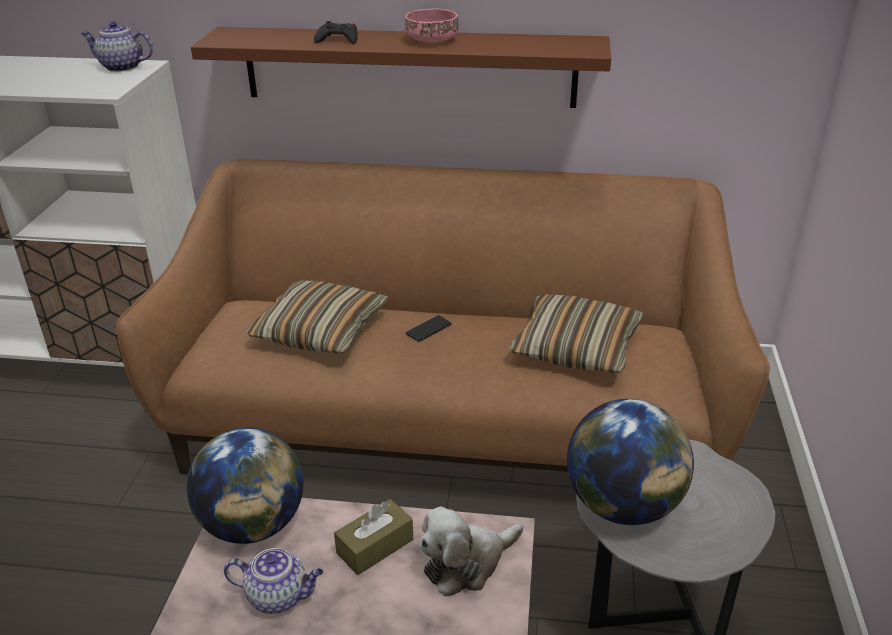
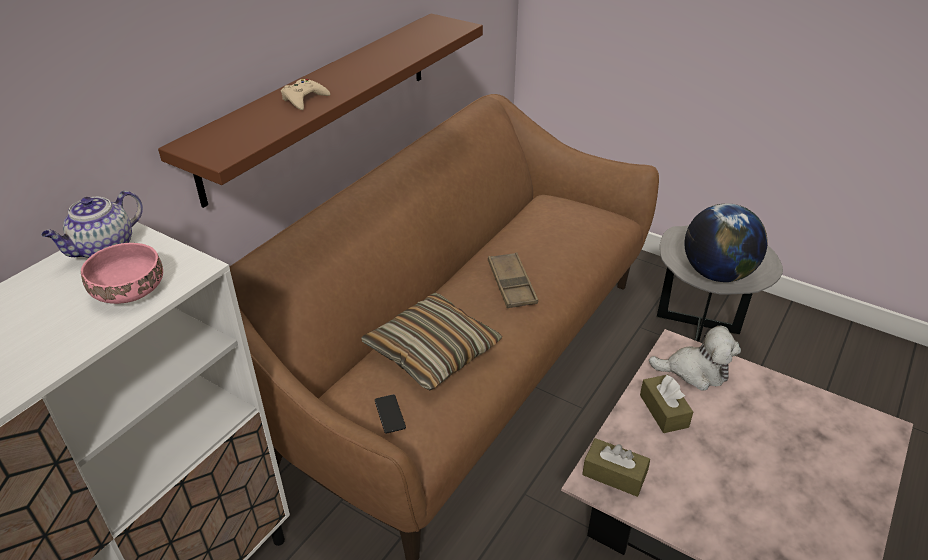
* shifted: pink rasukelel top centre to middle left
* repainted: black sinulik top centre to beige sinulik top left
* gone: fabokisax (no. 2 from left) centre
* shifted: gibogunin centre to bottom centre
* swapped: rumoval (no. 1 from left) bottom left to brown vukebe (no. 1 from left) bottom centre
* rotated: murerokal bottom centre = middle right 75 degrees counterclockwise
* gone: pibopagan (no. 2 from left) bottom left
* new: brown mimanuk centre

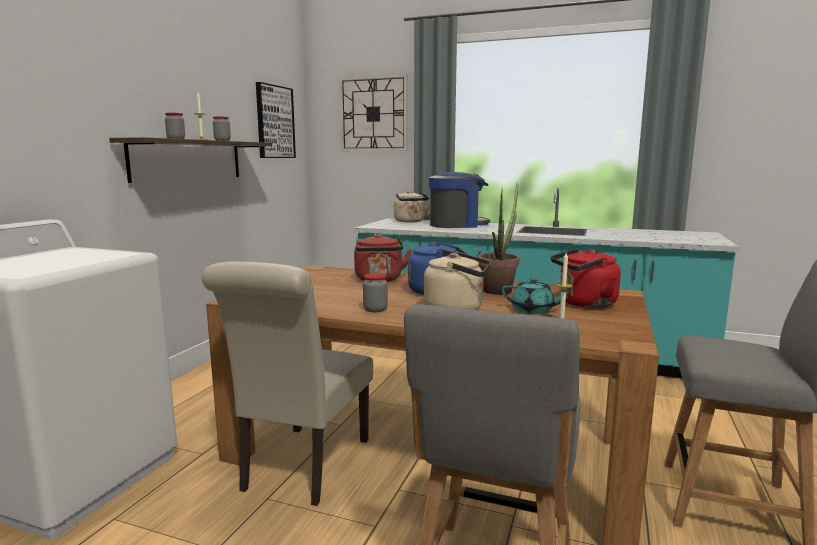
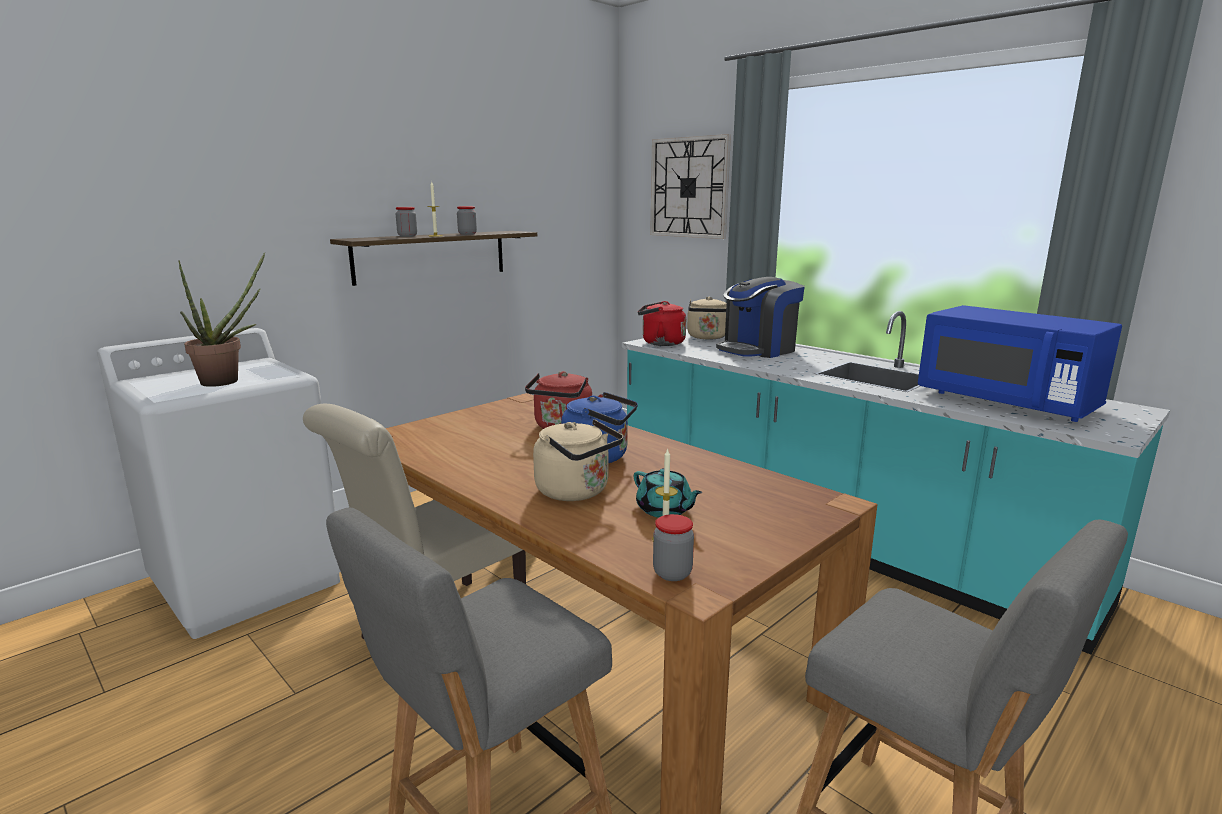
* gone: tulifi top centre
* rotated: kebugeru centre = centre 135 degrees clockwise
* shifted: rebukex centre to middle left
* shifted: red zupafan (no. 2 from left) middle right to centre
* shifted: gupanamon (no. 3 from left) centre to bottom centre
* new: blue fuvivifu middle right

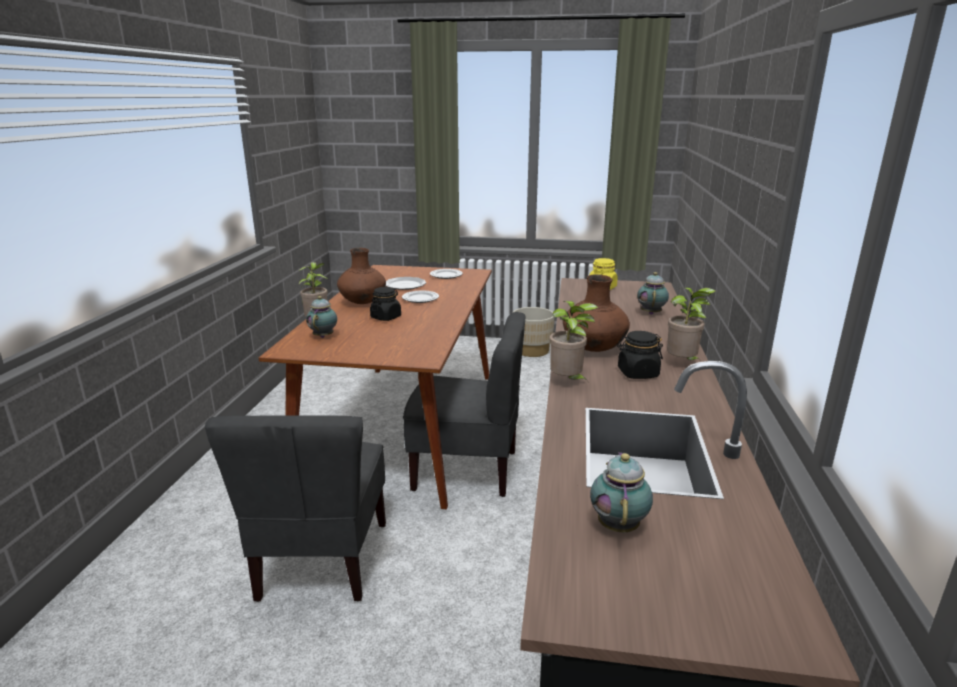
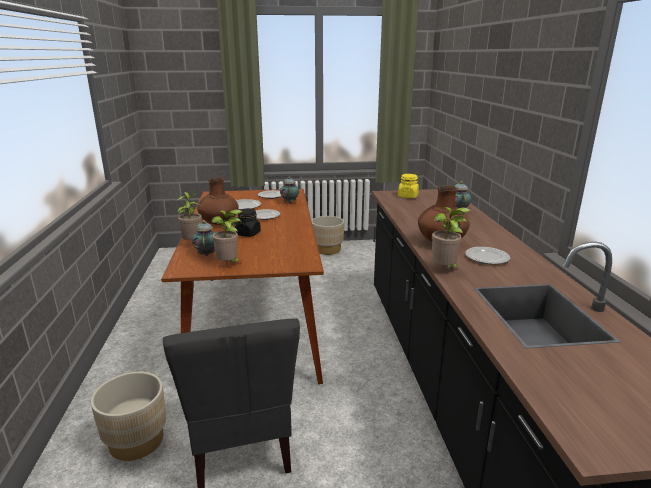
* shifted: rebukex (no. 3 from left in the first image) middle right to rebukex (no. 2 from left) centre
* gone: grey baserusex (no. 2 from left) centre
* swapped: black gupanamon (no. 2 from left) middle right to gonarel (no. 4 from left) middle right
* shifted: pibopagan (no. 2 from left) bottom centre to centre
* new: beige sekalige (no. 1 from left) bottom left

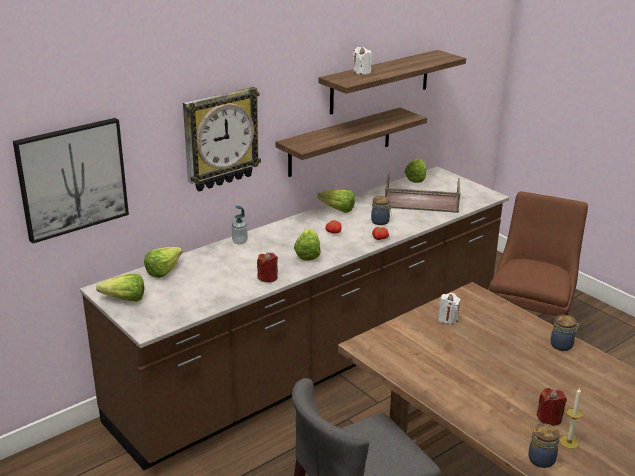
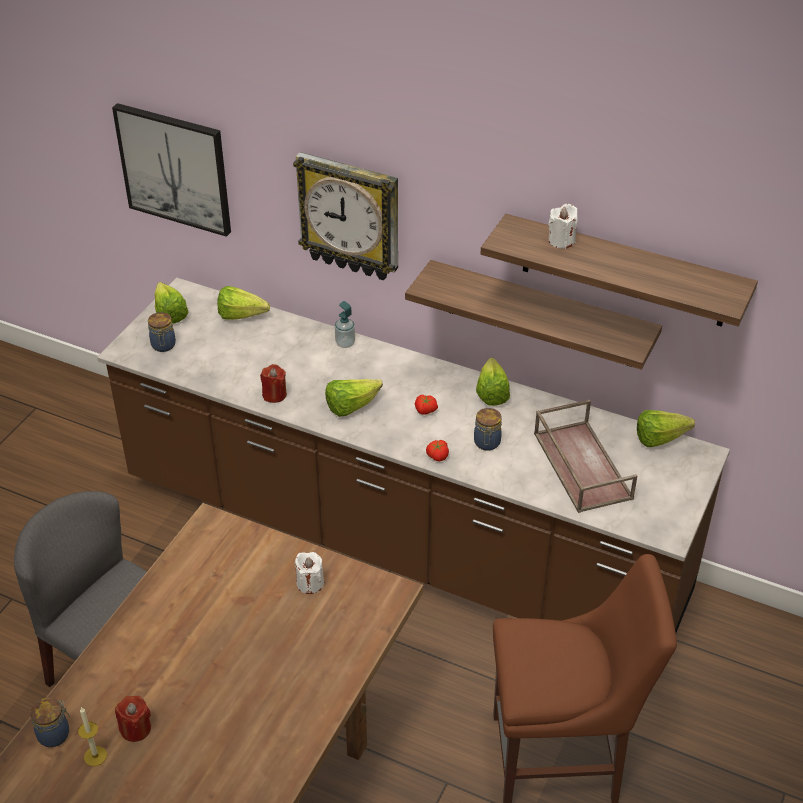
* shifted: gupanamon (no. 3 from left in the first image) bottom right to gupanamon (no. 2 from left) middle left

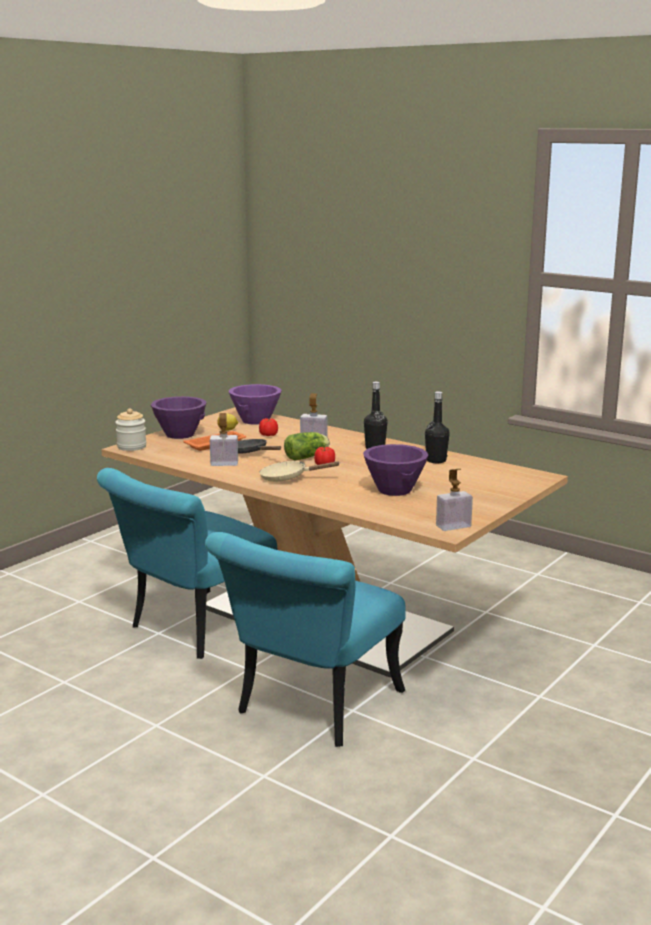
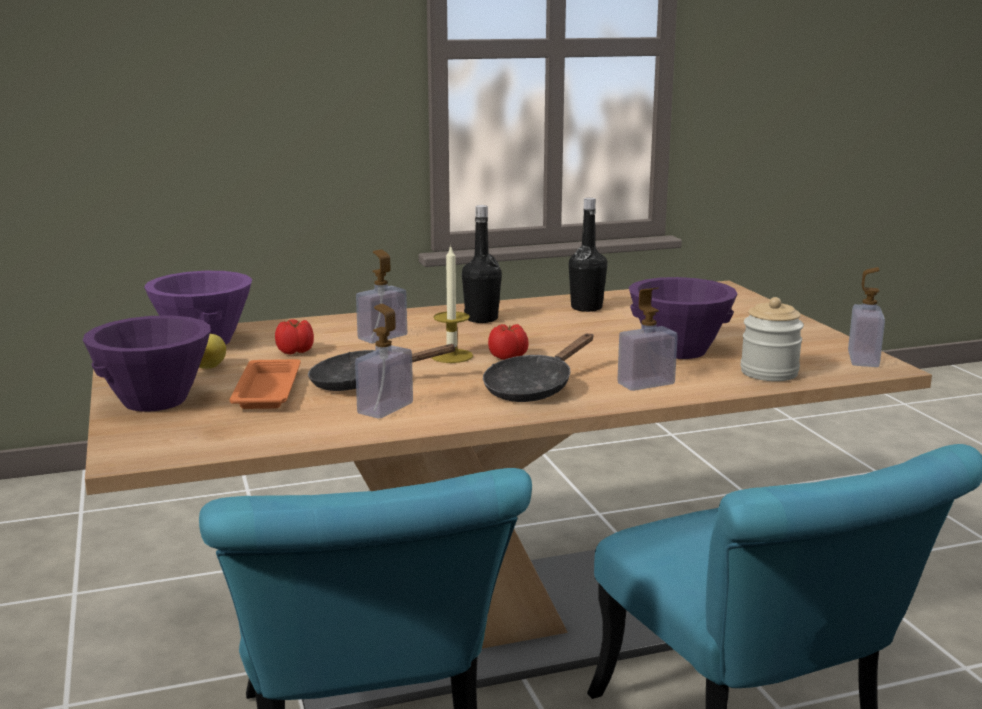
* shifted: gupanamon middle left to middle right
* swapped: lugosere centre to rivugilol centre
* repainted: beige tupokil centre to black tupokil (no. 2 from left) centre
* new: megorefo (no. 3 from left) centre

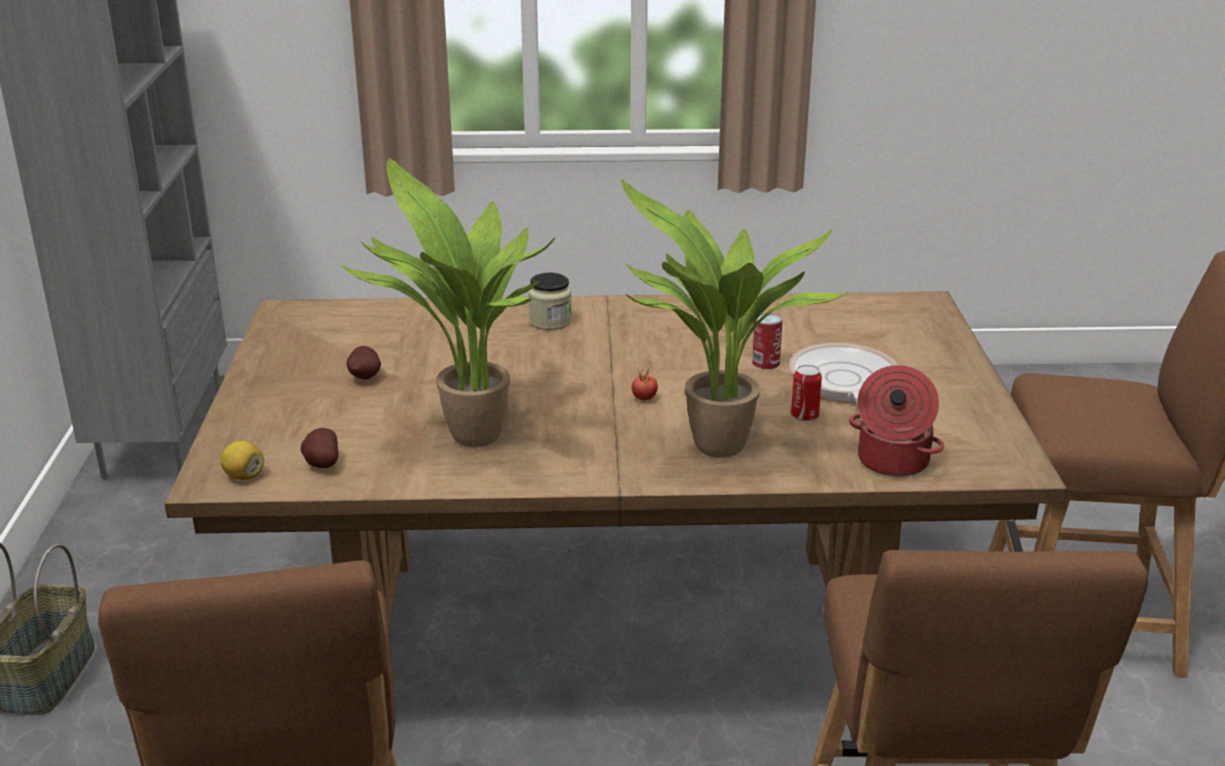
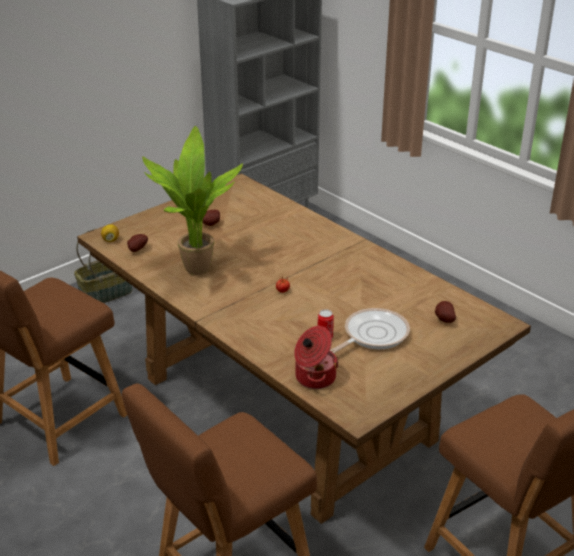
* gone: rebukex (no. 2 from left) centre
* gone: gupanamon centre
* gone: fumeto (no. 1 from left) centre
* new: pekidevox (no. 3 from left) middle right

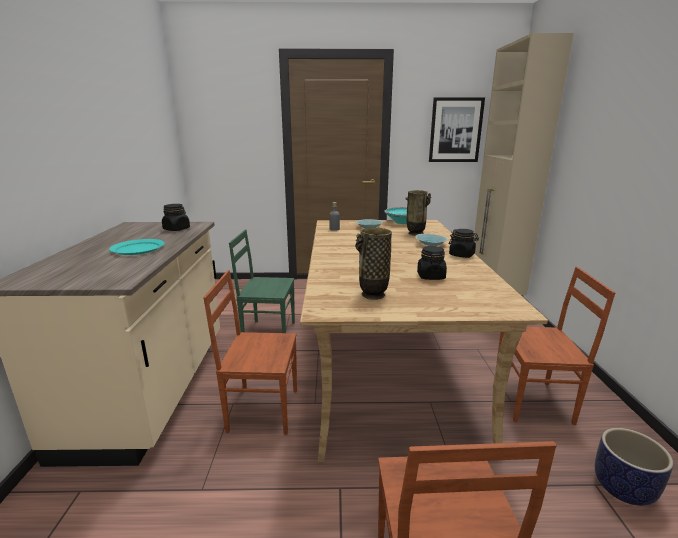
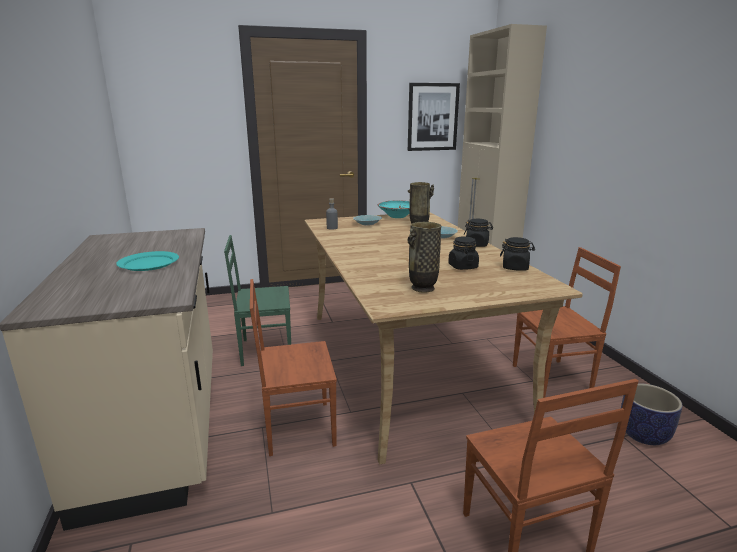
* shifted: black gupanamon (no. 1 from left in the first image) middle left to black gupanamon (no. 3 from left) middle right

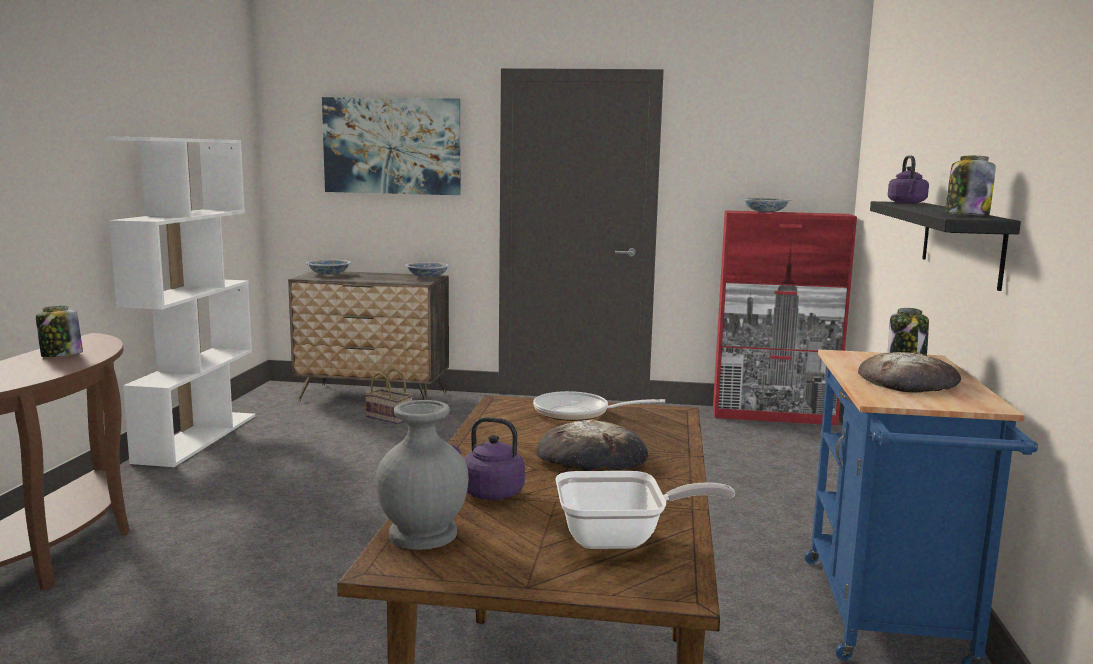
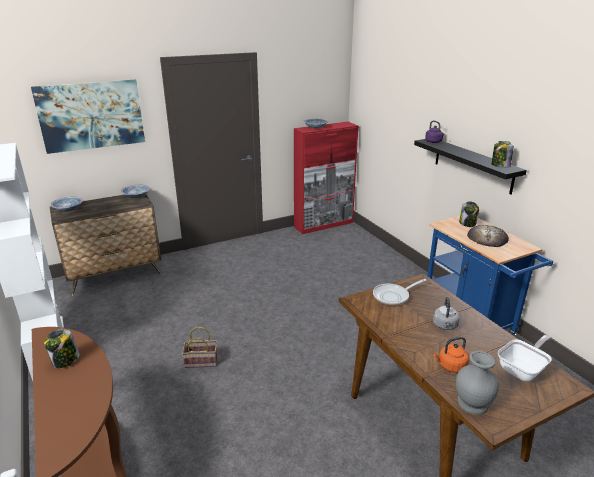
* shifted: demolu centre to bottom centre
* repainted: purple zupafan (no. 1 from left) bottom centre to orange zupafan bottom right
* swapped: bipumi (no. 1 from left) bottom centre to grey zupafan middle right

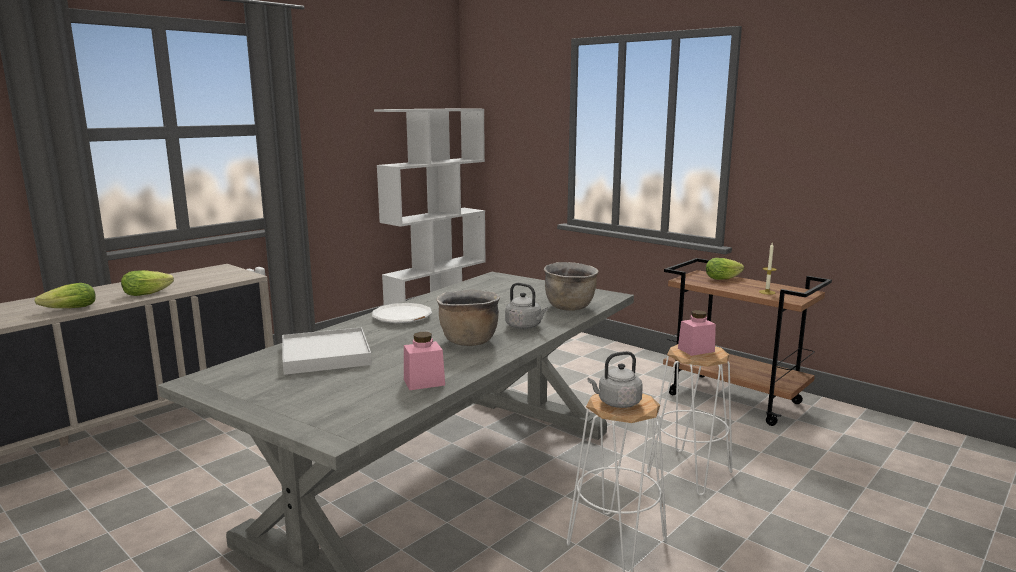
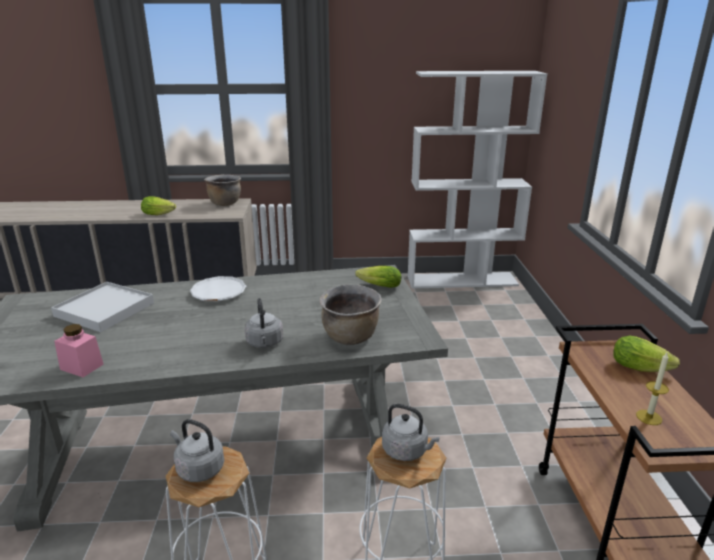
* shifted: lugosere (no. 1 from left in the first image) middle left to lugosere (no. 2 from left) centre
* shifted: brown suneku (no. 1 from left) centre to middle left
* swapped: pink gupanamon (no. 2 from left) middle right to grey zupafan (no. 3 from left) bottom centre

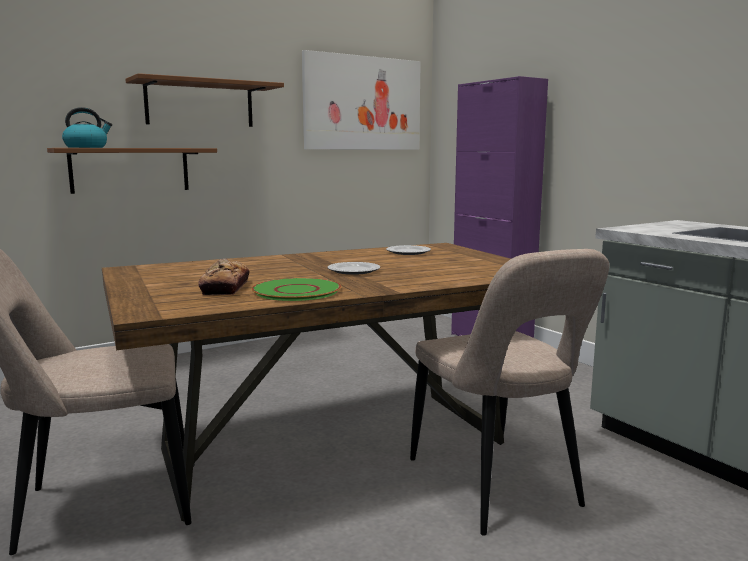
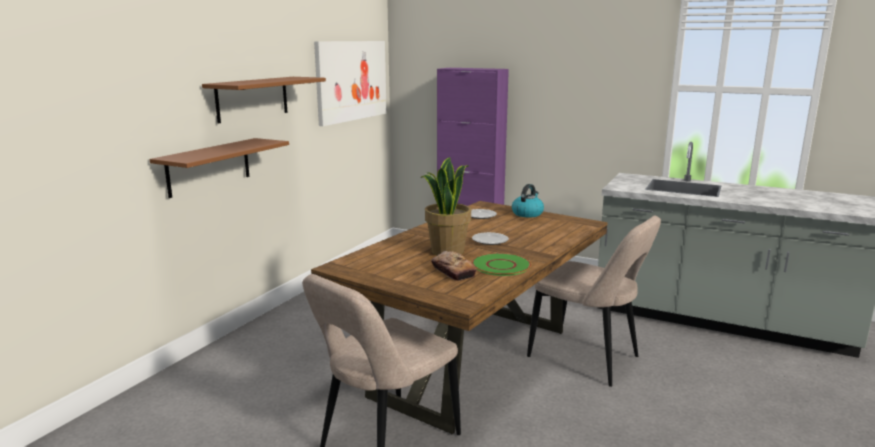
* shifted: zupafan top left to centre
* new: rebukex centre

